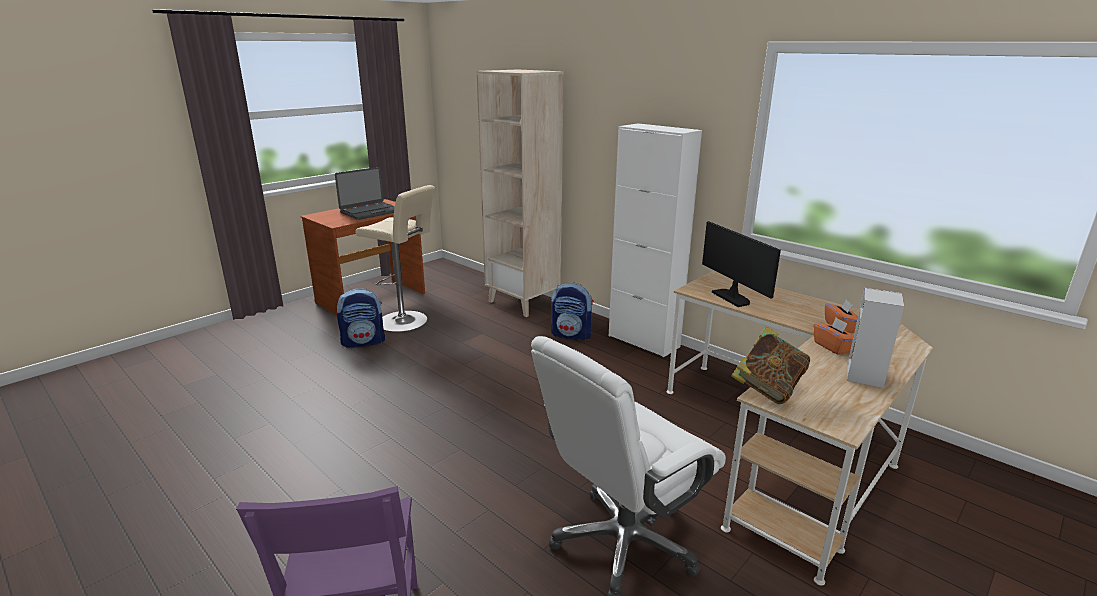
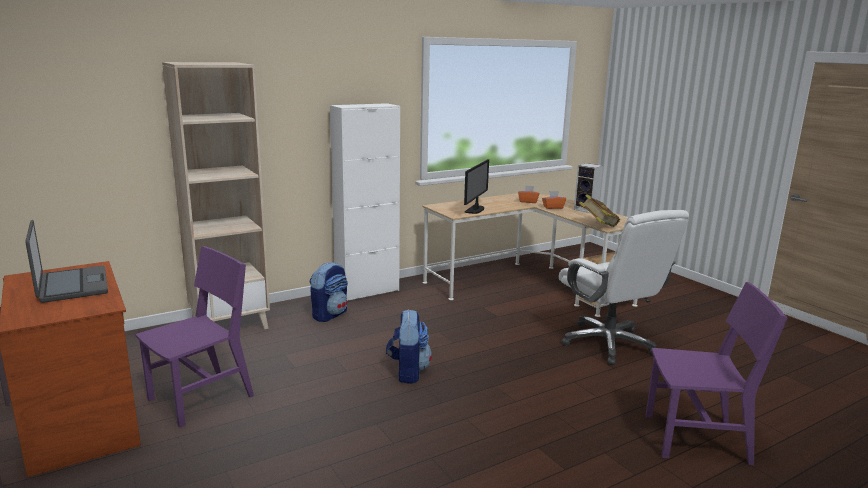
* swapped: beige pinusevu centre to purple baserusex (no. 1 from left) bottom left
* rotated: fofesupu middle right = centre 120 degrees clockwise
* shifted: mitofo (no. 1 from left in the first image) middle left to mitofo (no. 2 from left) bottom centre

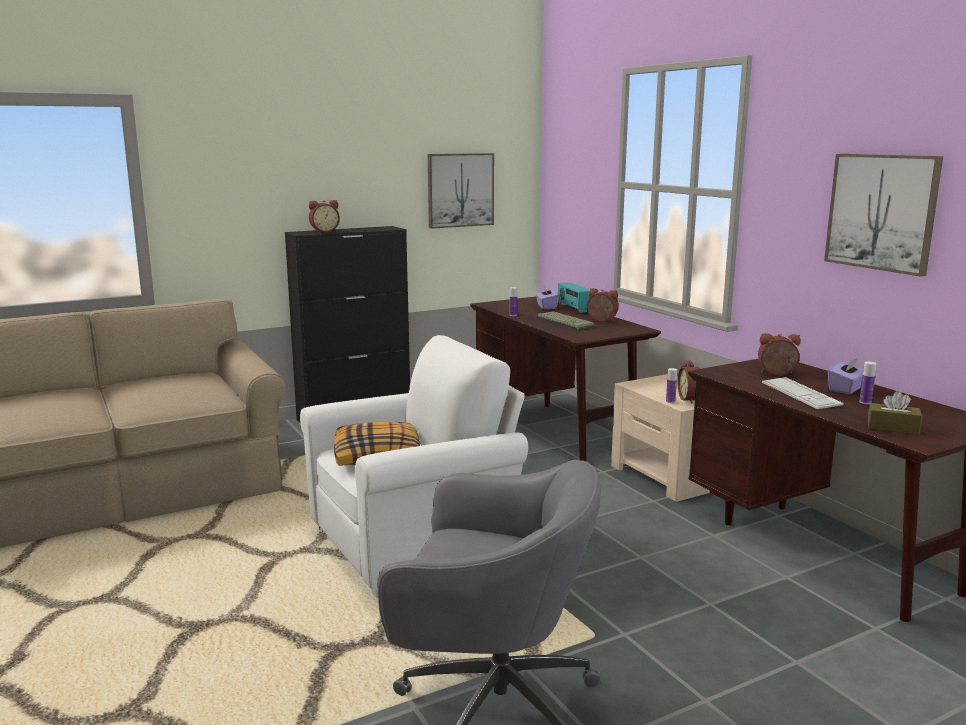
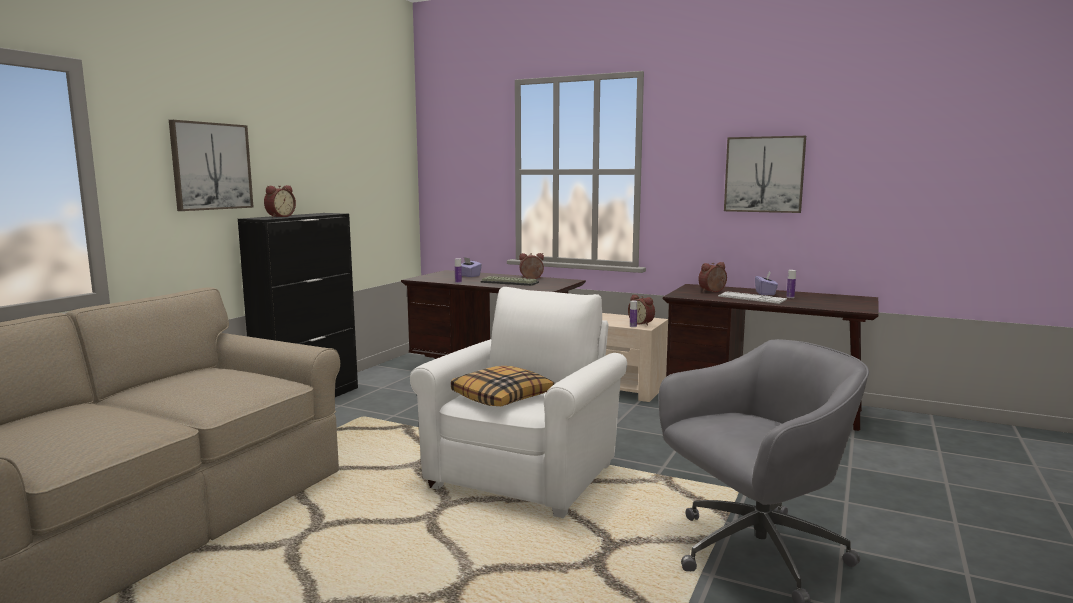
* shifted: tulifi (no. 1 from left) top centre to top left
* gone: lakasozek centre
* gone: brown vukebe middle right

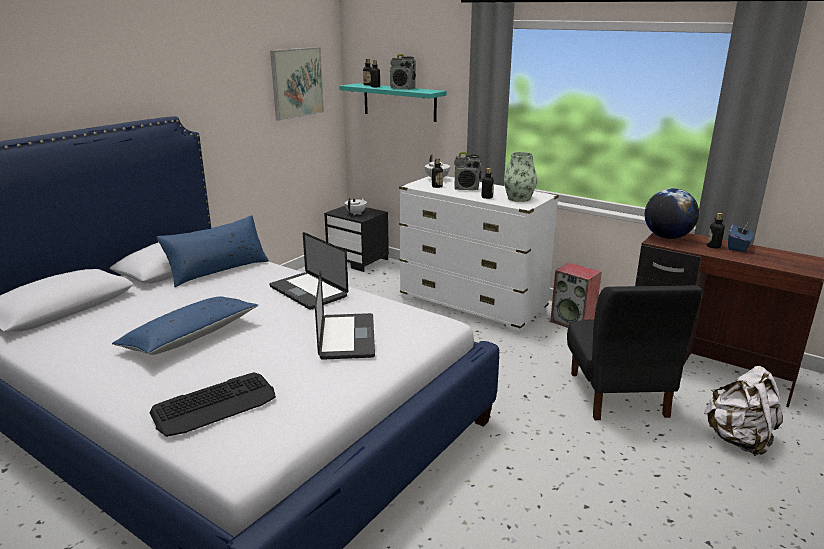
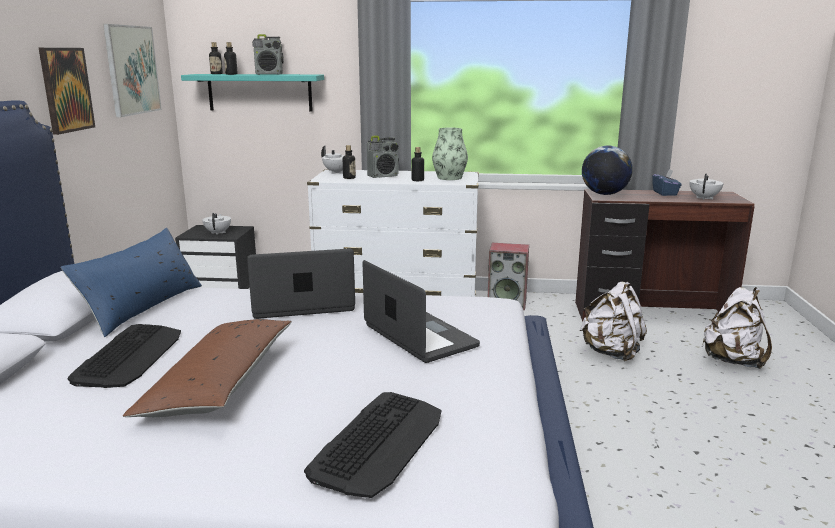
* gone: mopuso (no. 5 from left) middle right
* rotated: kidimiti (no. 1 from left) centre = centre 150 degrees clockwise
* swapped: black baserusex middle right to white mitofo (no. 1 from left) middle right
* repainted: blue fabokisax (no. 1 from left) middle left to brown fabokisax bottom left
* new: tulifi (no. 1 from left) top left
* new: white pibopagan (no. 3 from left) middle right
* new: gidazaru (no. 1 from left) bottom left

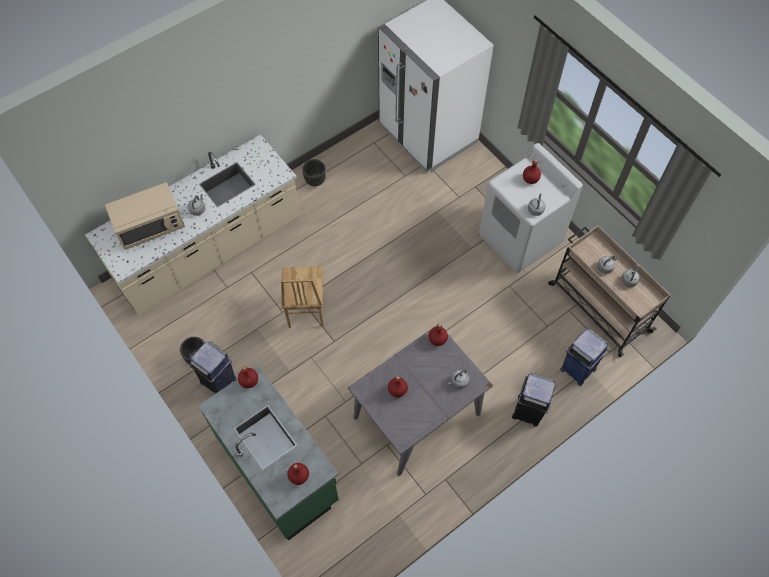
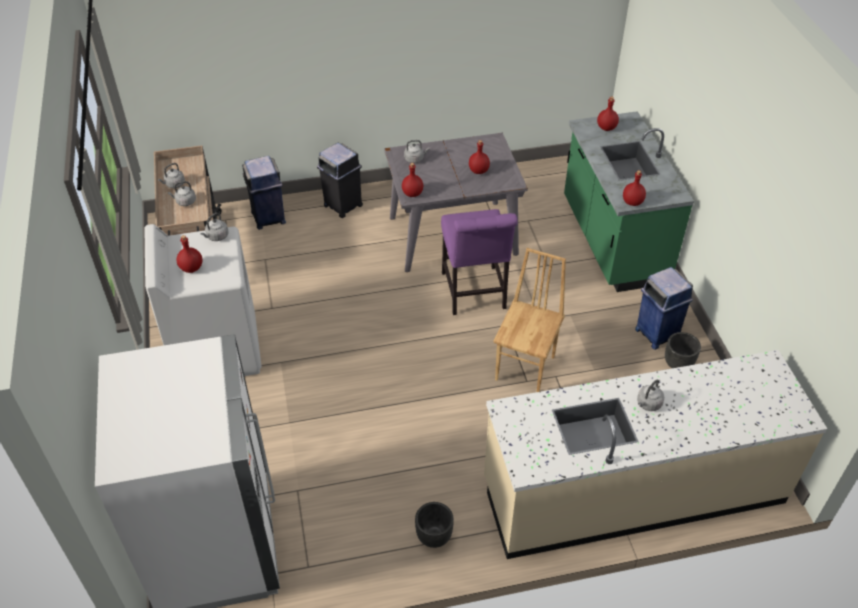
* gone: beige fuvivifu middle left
* new: purple baserusex centre

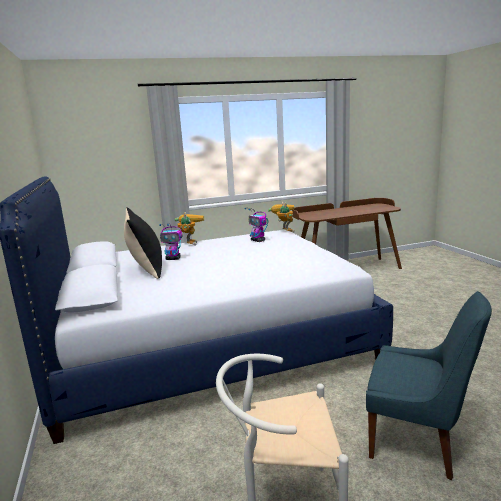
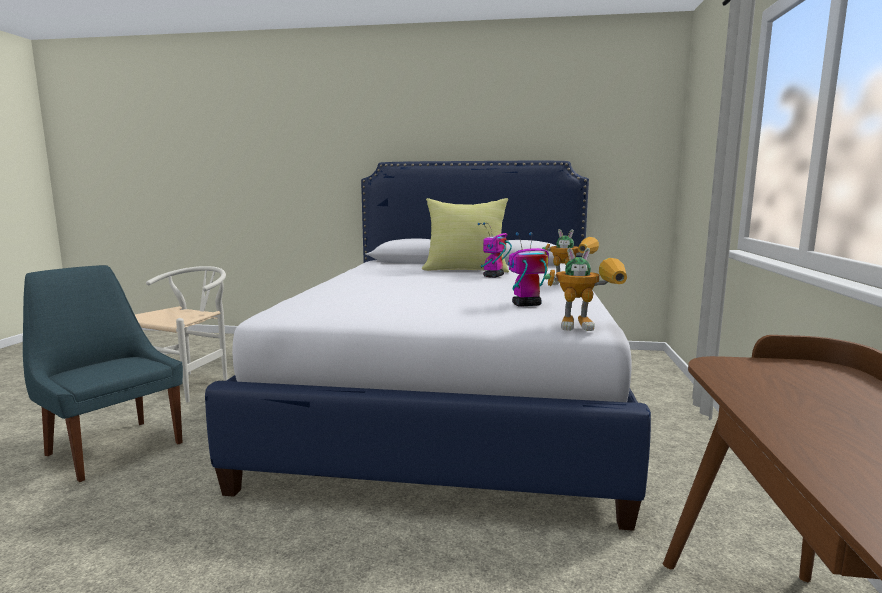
* repainted: black fabokisax middle left to yellow fabokisax centre
* rotated: blue baserusex bottom right = middle left 75 degrees clockwise

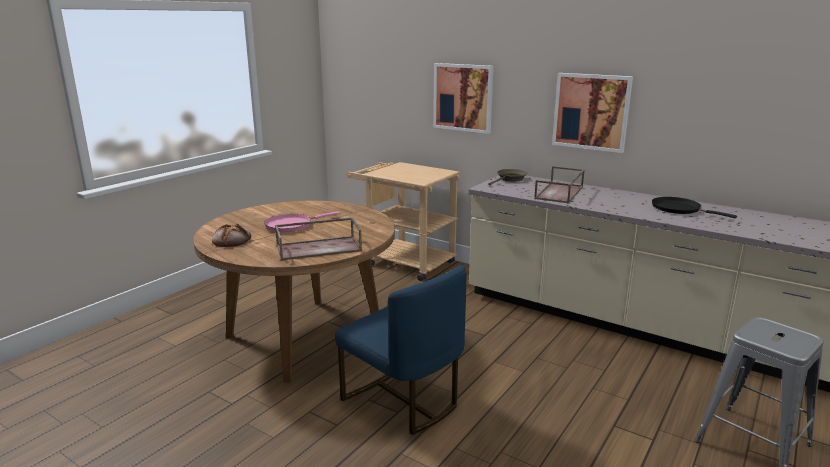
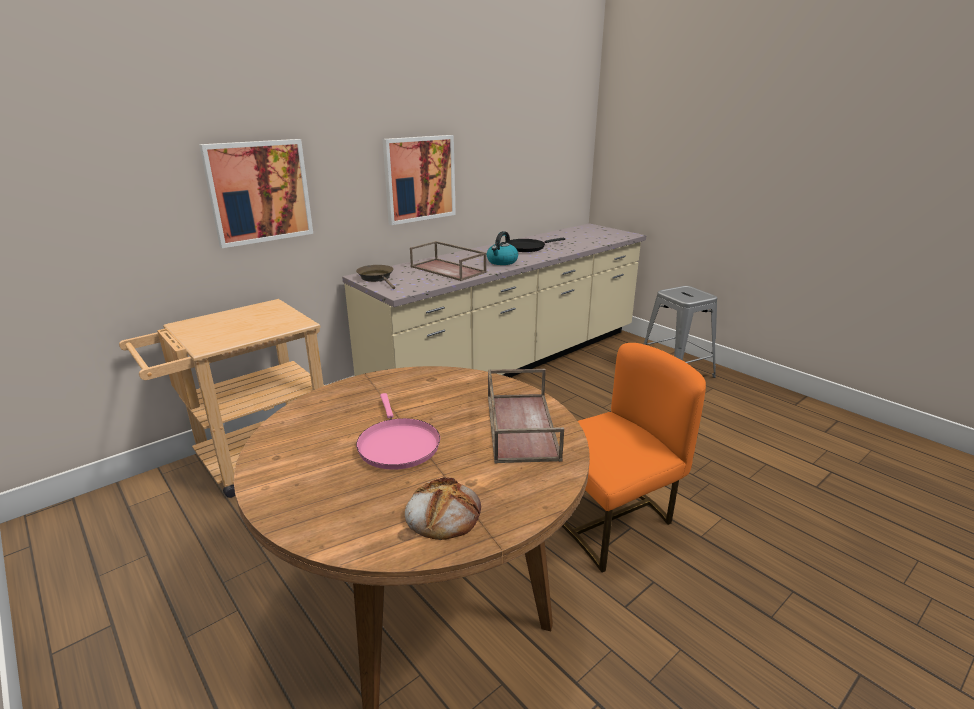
* repainted: blue baserusex bottom centre to orange baserusex centre
* new: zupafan centre

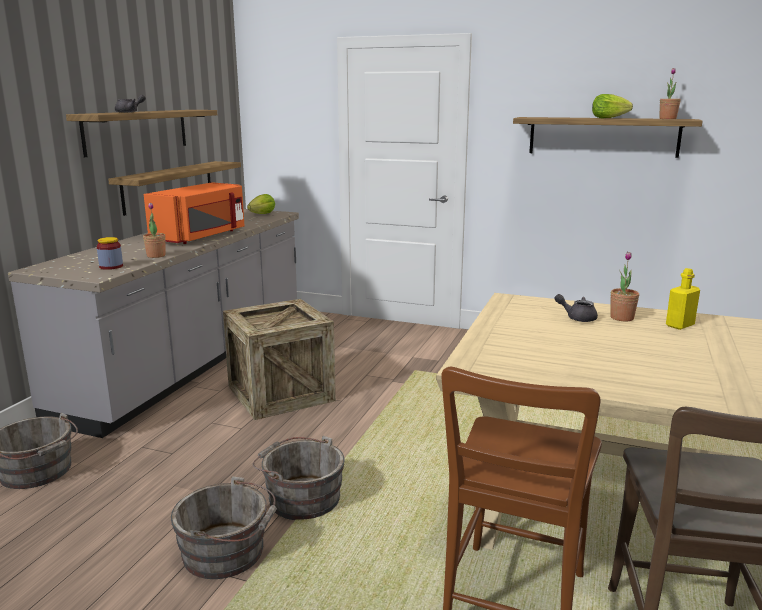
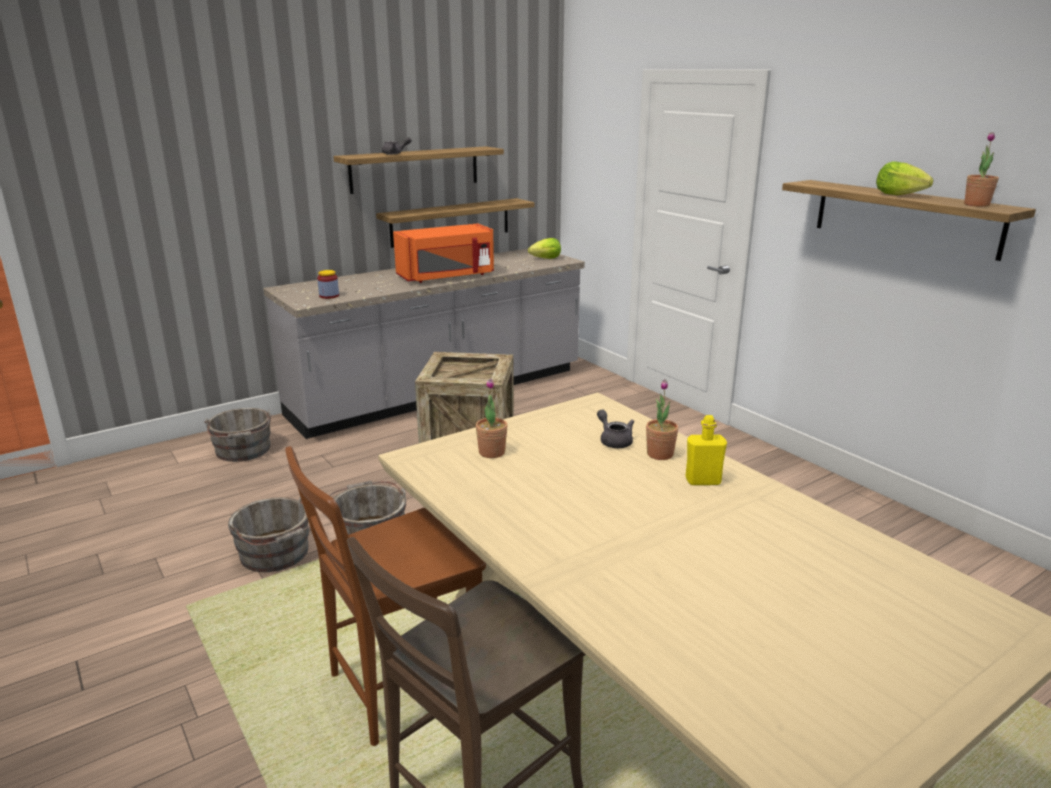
* shifted: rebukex (no. 1 from left) middle left to centre

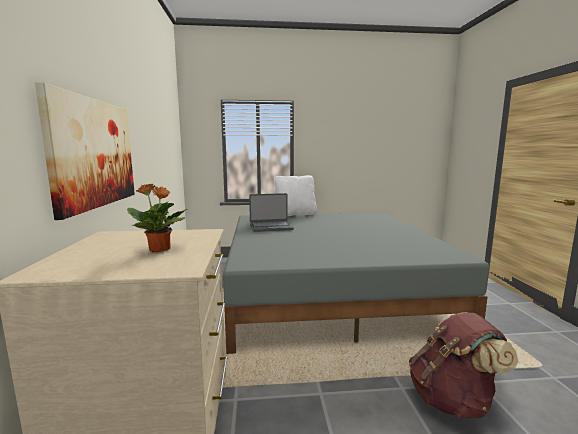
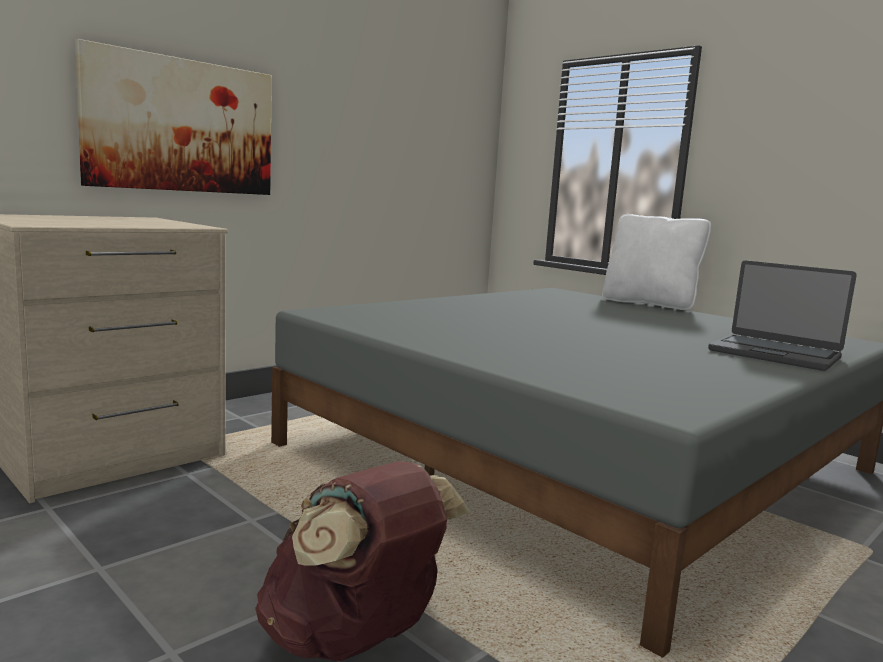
* gone: rebukex middle left
* shifted: kidimiti centre to middle right

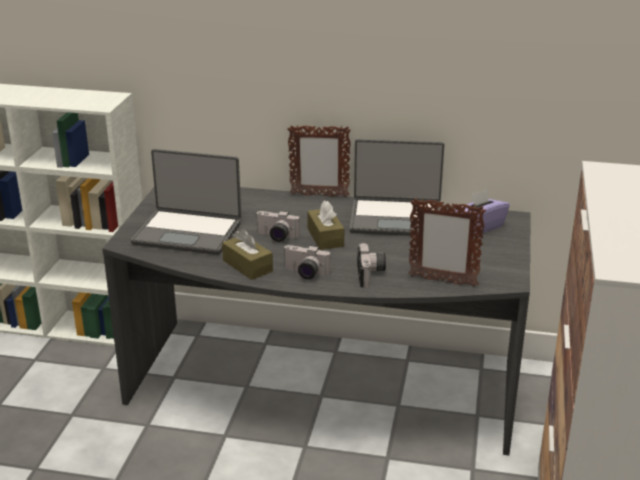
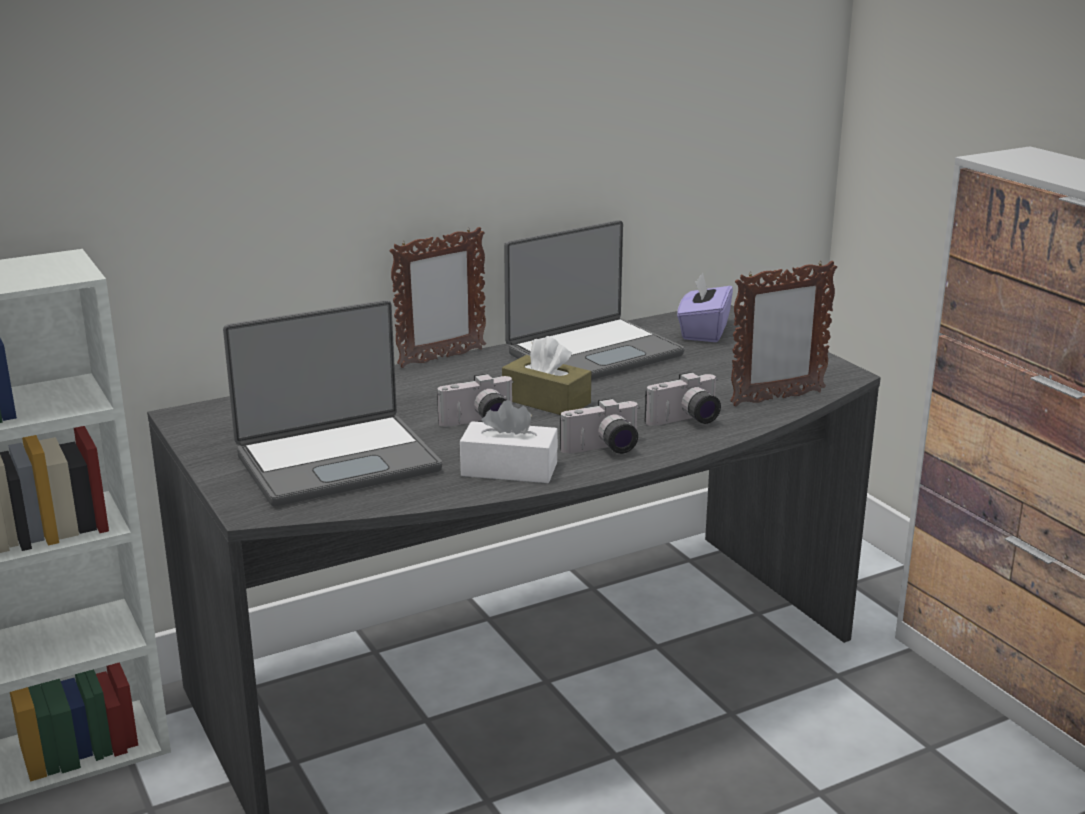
* repainted: brown vukebe (no. 1 from left) centre to white vukebe centre
* rotated: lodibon (no. 3 from left) centre = centre 105 degrees clockwise

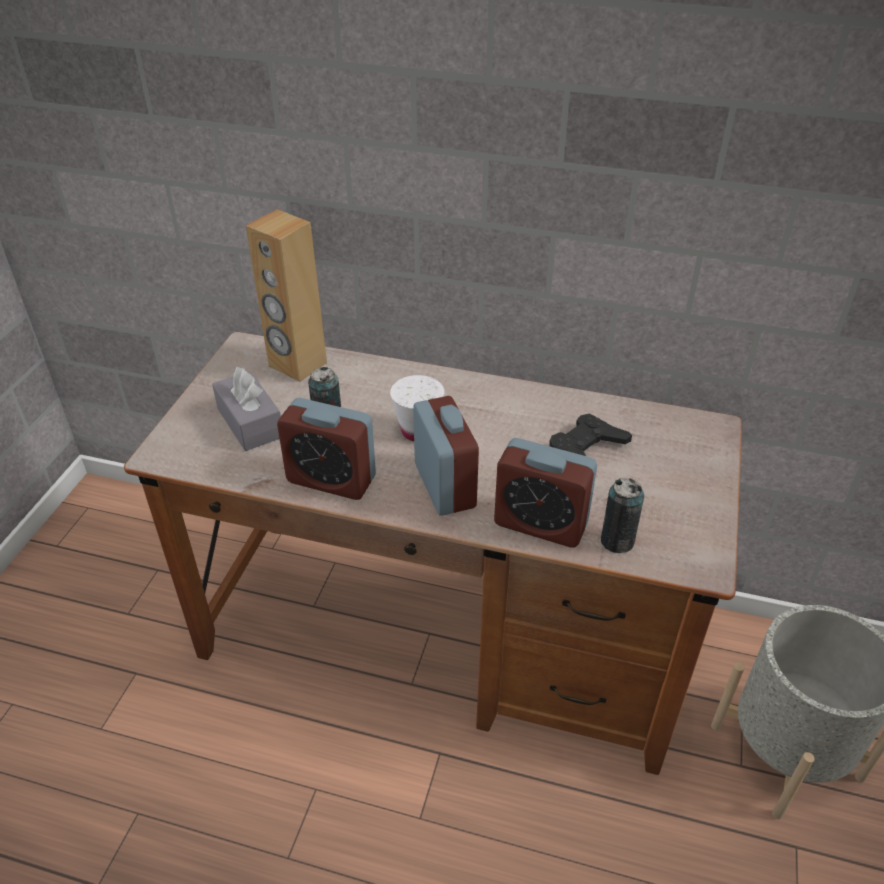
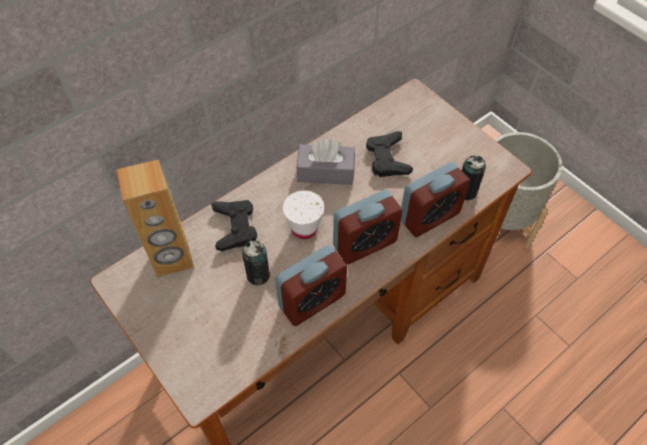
* shifted: grey vukebe middle left to centre
* rotated: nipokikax (no. 2 from left) centre = centre 135 degrees clockwise
* new: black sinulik (no. 1 from left) centre

